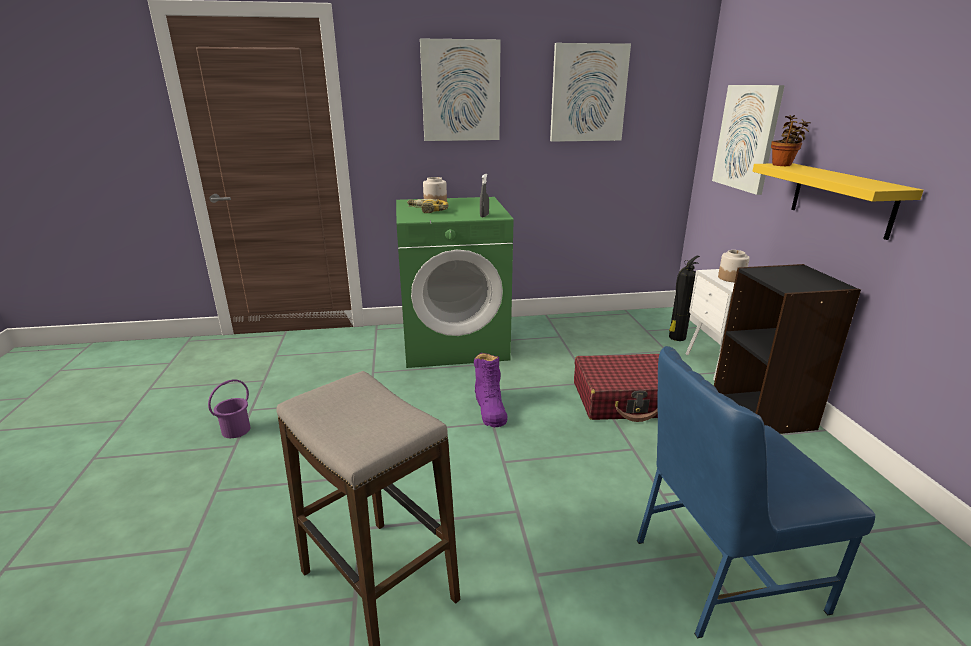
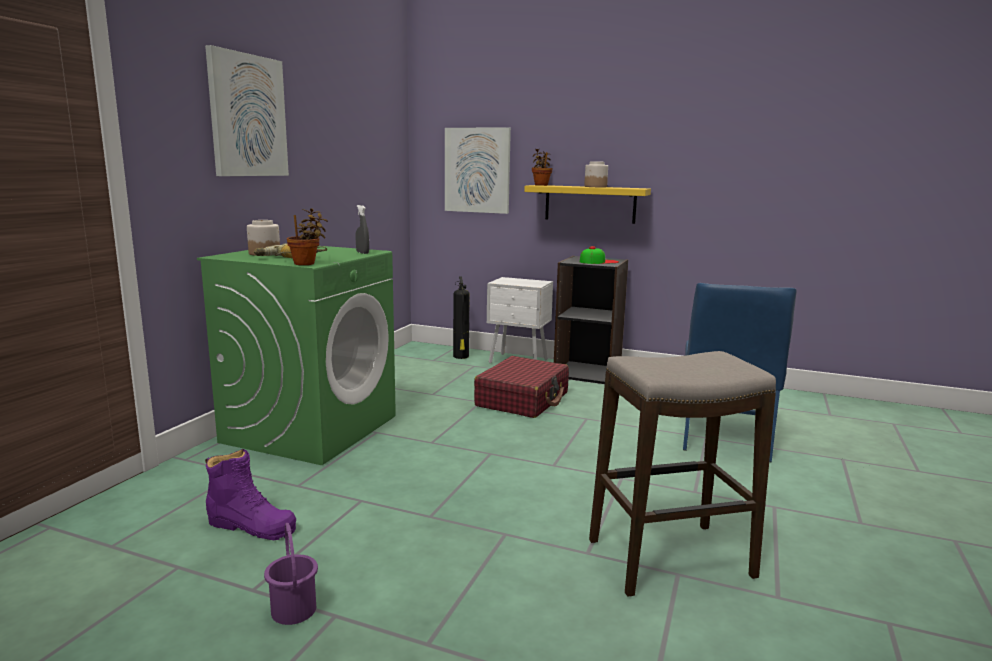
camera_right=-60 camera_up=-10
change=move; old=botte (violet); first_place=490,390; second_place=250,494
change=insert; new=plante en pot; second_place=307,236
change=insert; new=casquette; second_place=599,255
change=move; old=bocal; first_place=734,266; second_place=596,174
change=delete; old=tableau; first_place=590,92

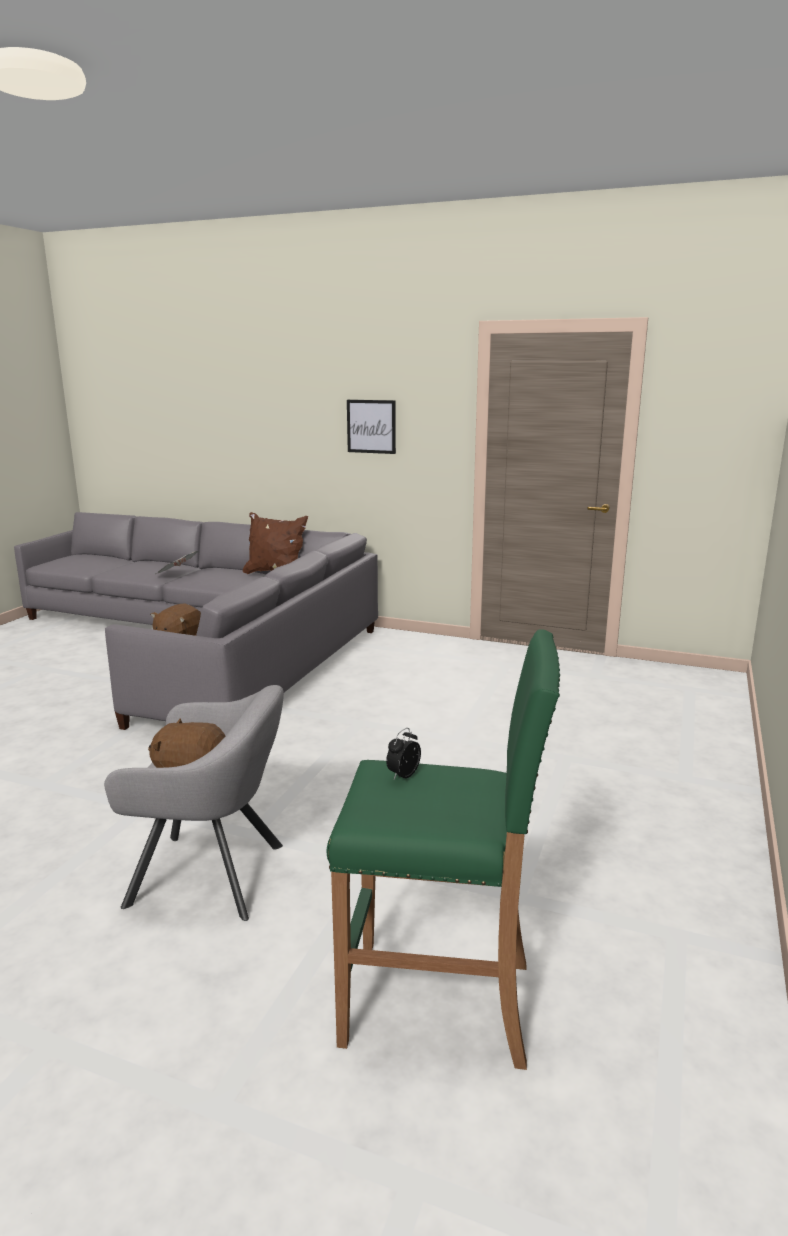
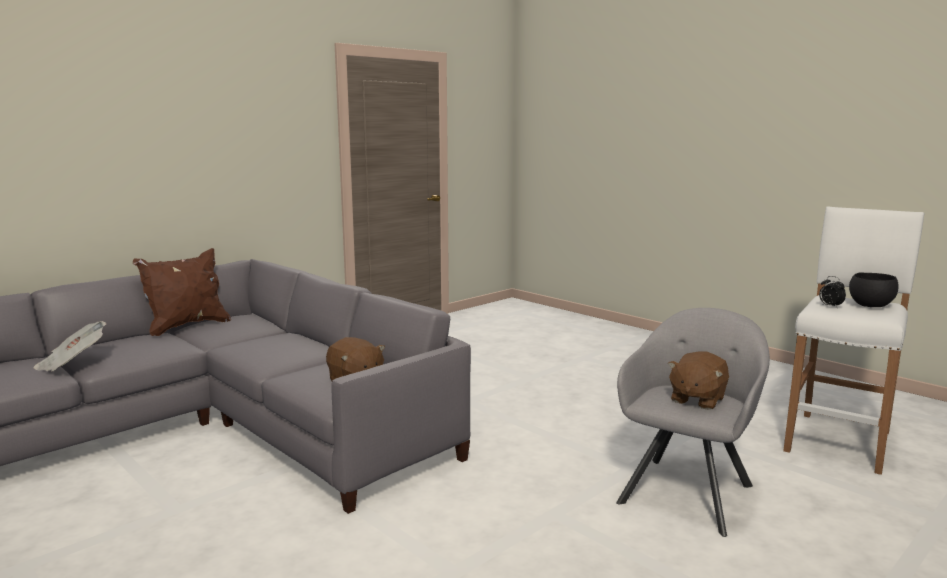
camera_right=-65 camera_up=-5
change=recolor; old=tabouret (vert); new=tabouret (blanc); first_place=443,849; second_place=853,340
change=insert; new=bol (noir); second_place=874,289
change=delete; old=tableau; first_place=371,427

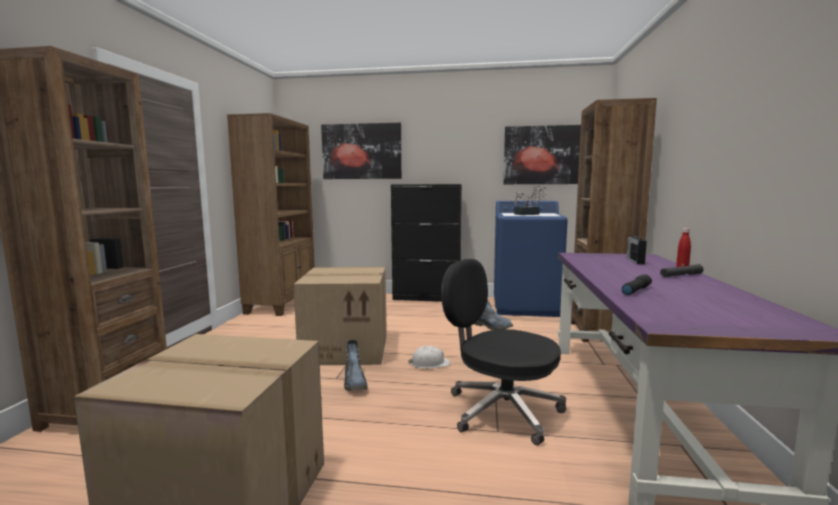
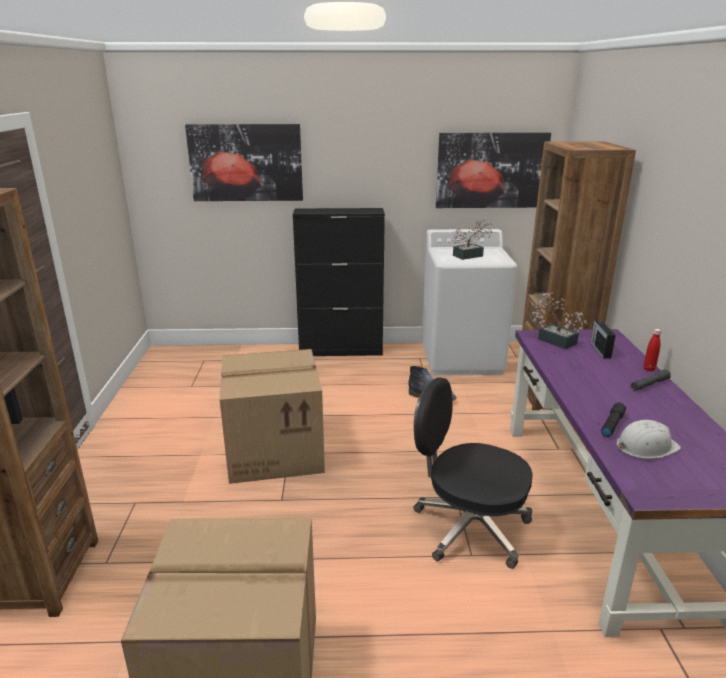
camera_right=-10 camera_up=15
change=recolor; old=lave-linge (bleu); new=lave-linge (blanc); first_place=531,259; second_place=469,302
change=insert; new=plante en pot; second_place=560,320
change=move; old=casque de chantier (blanc); first_place=429,357; second_place=649,439
change=delete; old=bibliothèque (marron); first_place=271,214
change=delete; old=botte; first_place=356,365

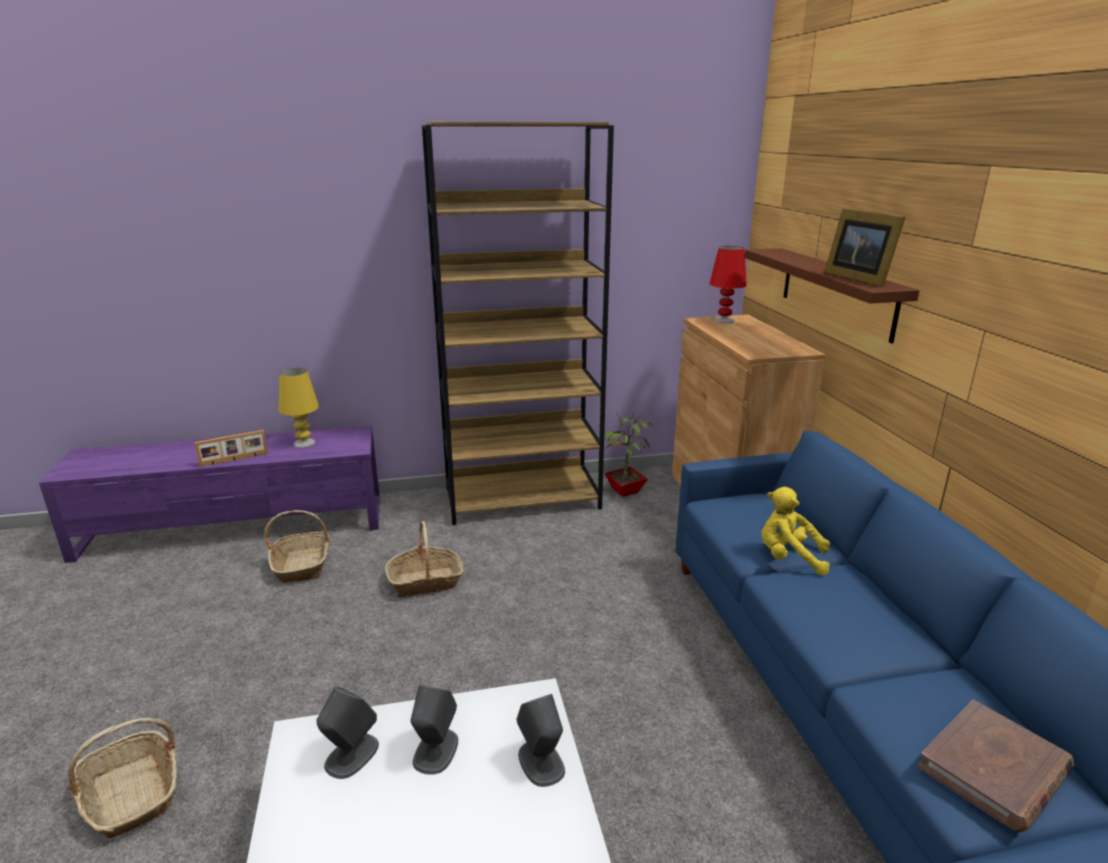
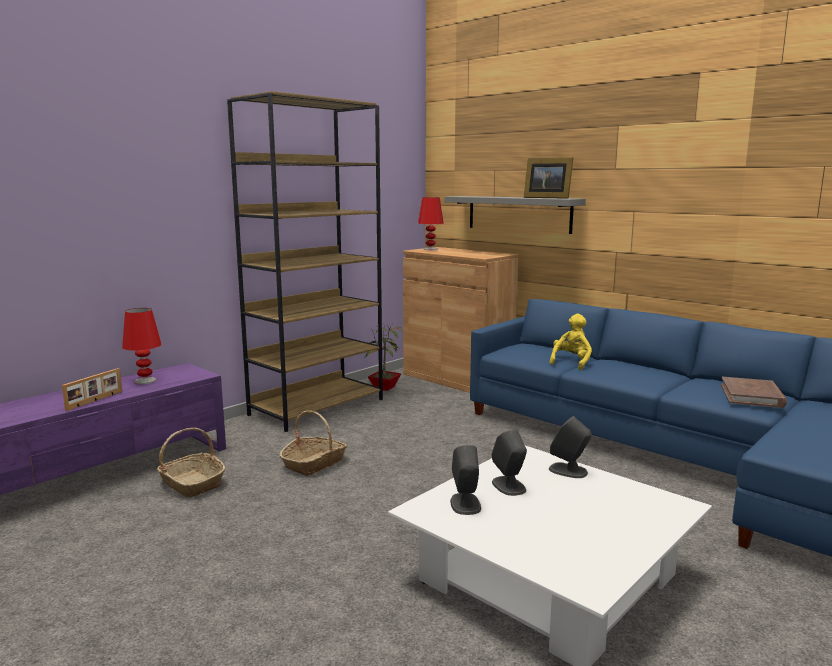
camera_right=-35 camera_up=-10
change=recolor; old=lampe de table (jaune); new=lampe de table (rouge); first_place=299,408; second_place=142,346
change=recolor; old=étagère (marron); new=étagère (gris); first_place=832,295; second_place=515,215
change=rotate; old=peluche (jaune); first_place=795,531; second_place=570,342; degrees=135
change=delete; old=panier; first_place=122,778

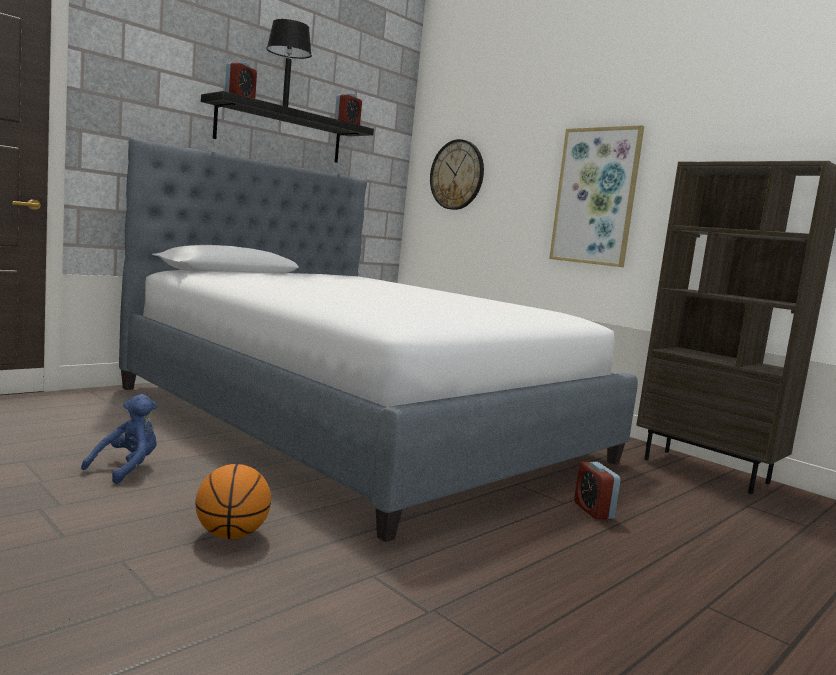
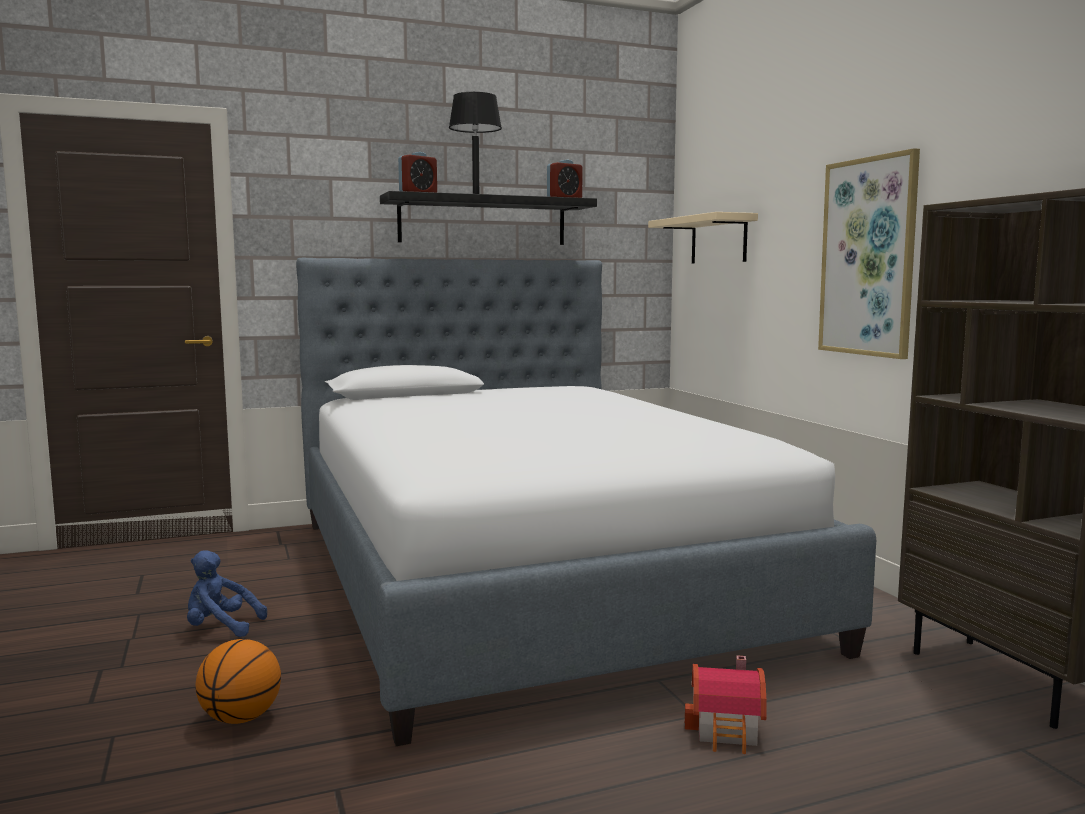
camera_right=25 camera_up=0
change=rotate; old=peluche (bleu); first_place=119,439; second_place=227,593; degrees=-135
change=replace; old=horloge murale; new=étagère (beige); first_place=457,174; second_place=703,238
change=replace; old=réveil; new=maison miniature; first_place=597,490; second_place=725,704

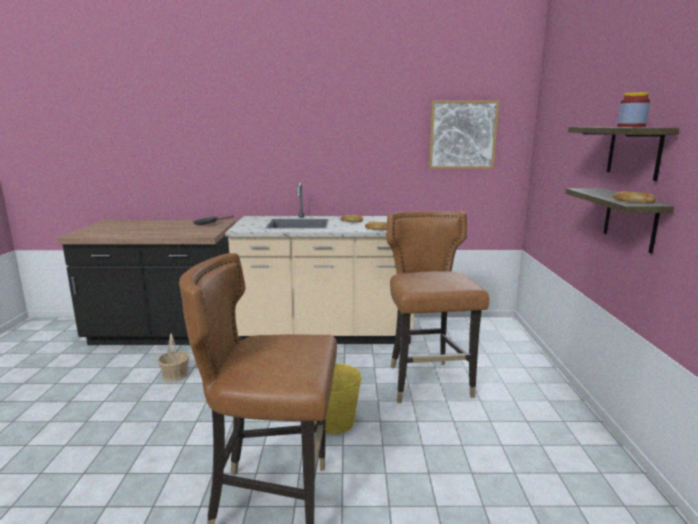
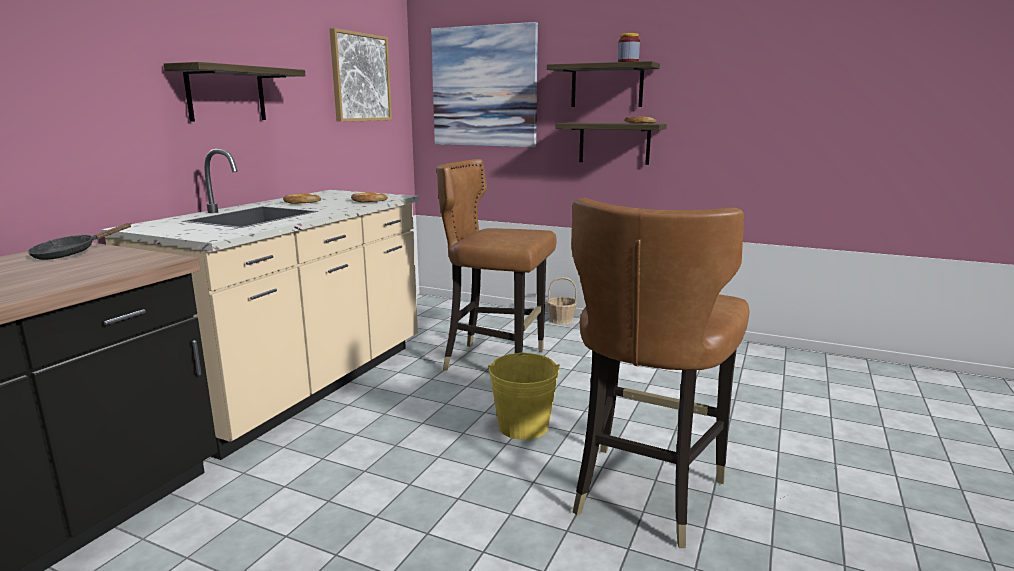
camera_right=-65 camera_up=0
change=insert; new=étagère; second_place=234,92
change=insert; new=tableau; second_place=484,84
change=move; old=panier; first_place=173,358; second_place=562,301

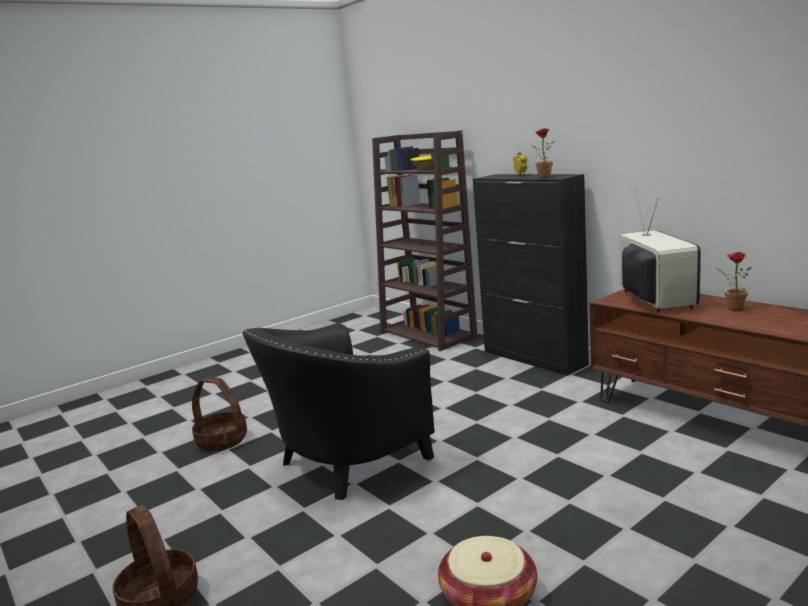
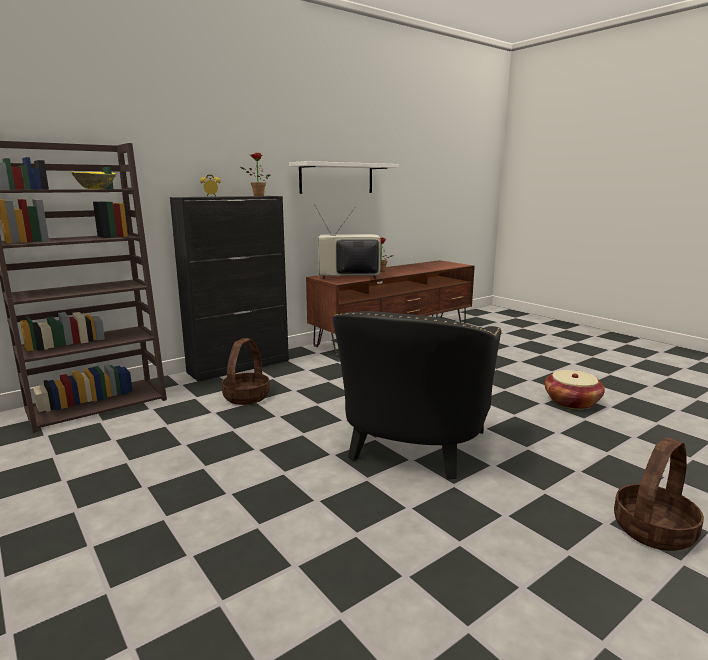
camera_right=-90 camera_up=0
change=move; old=panier; first_place=219,414; second_place=246,371
change=insert; new=étagère (blanc); second_place=344,177
change=rotate; old=fauteuil (noir); first_place=339,411; second_place=416,395; degrees=60

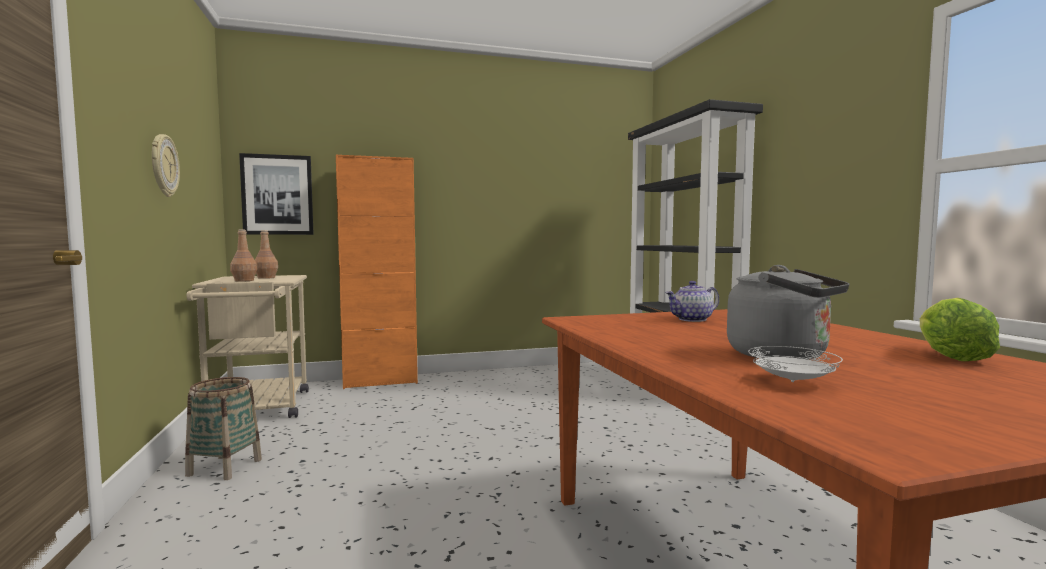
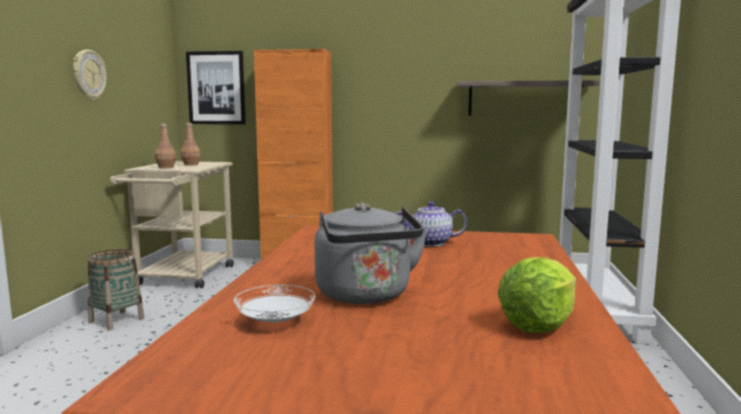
camera_right=25 camera_up=5
change=insert; new=étagère; second_place=528,97

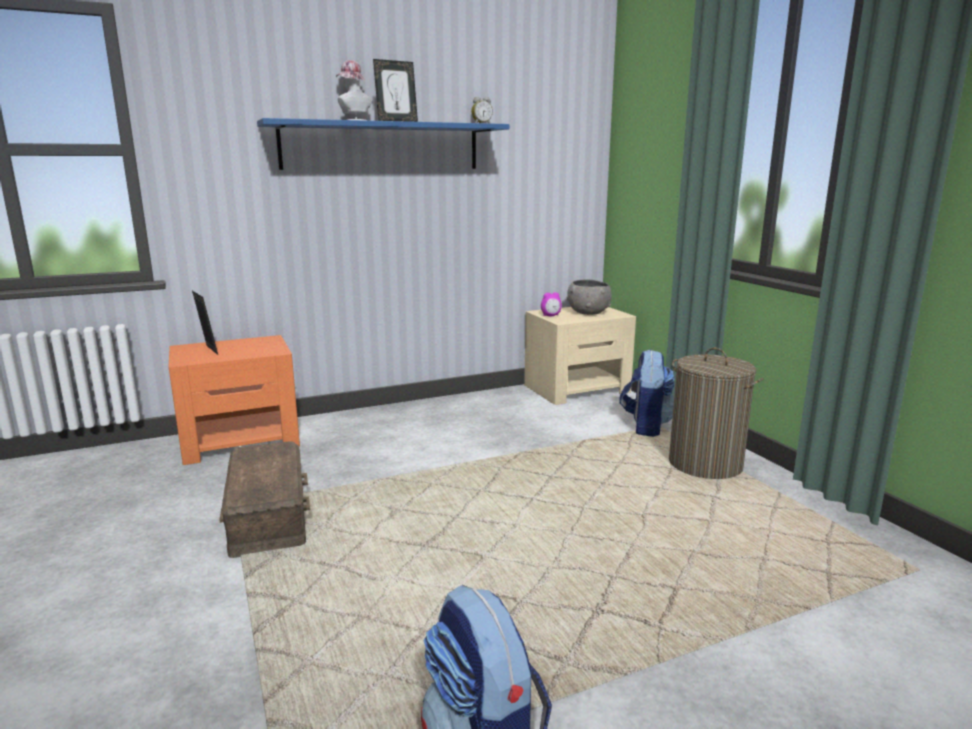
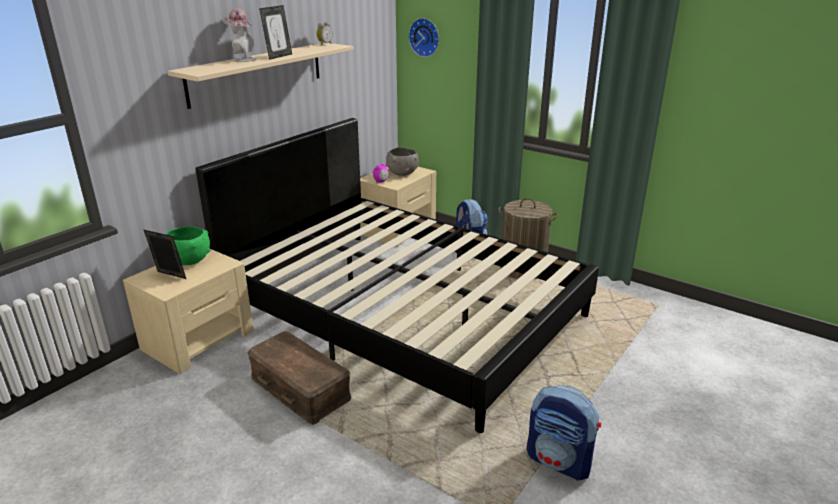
camera_right=-30 camera_up=10
change=recolor; old=table de chevet (orange); new=table de chevet (beige); first_place=234,400; second_place=188,311
change=insert; new=bol (vert); second_place=187,245
change=recolor; old=étagère (bleu); new=étagère (beige); first_place=383,144; second_place=261,76
change=insert; new=lit (noir); second_place=397,275
change=insert; new=horloge murale; second_place=424,37

